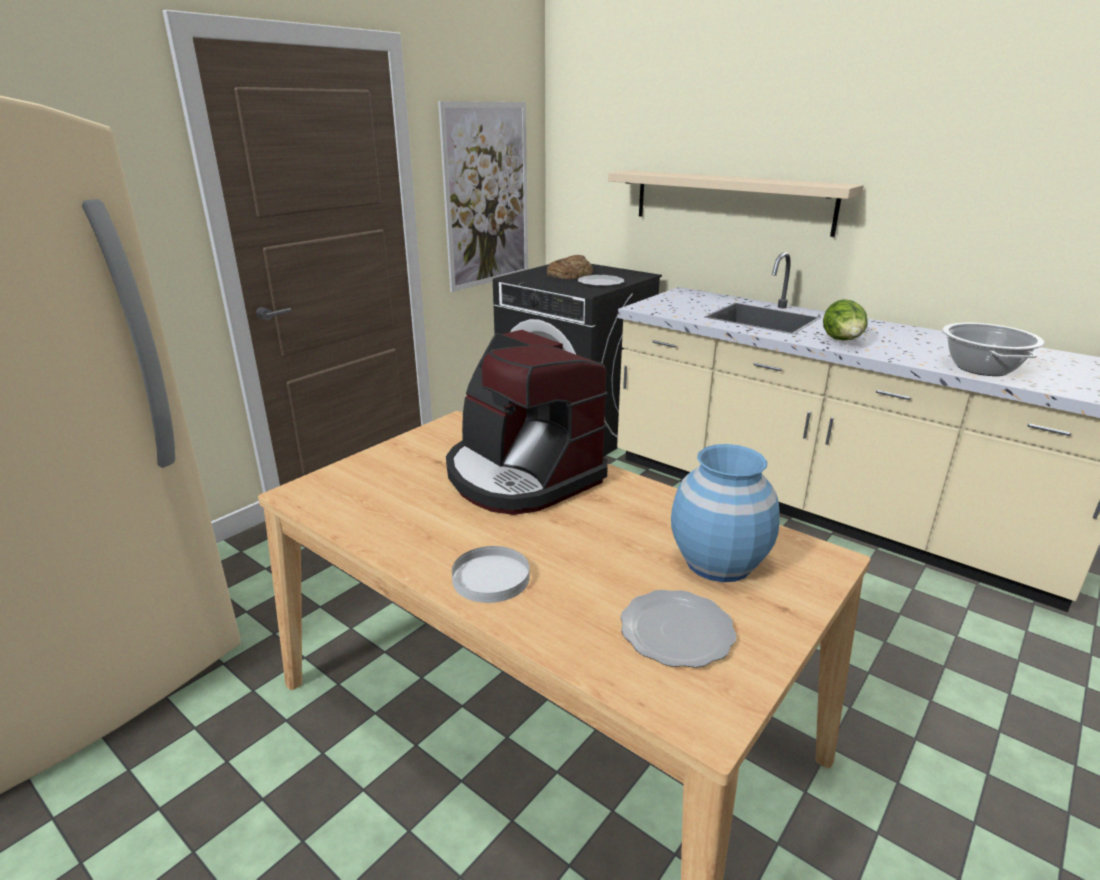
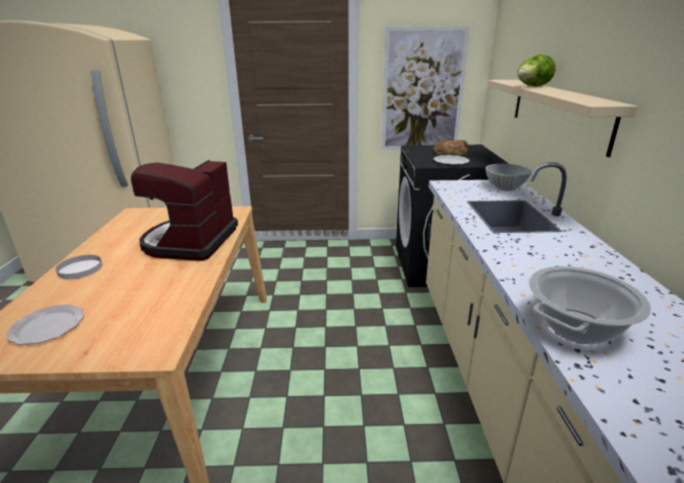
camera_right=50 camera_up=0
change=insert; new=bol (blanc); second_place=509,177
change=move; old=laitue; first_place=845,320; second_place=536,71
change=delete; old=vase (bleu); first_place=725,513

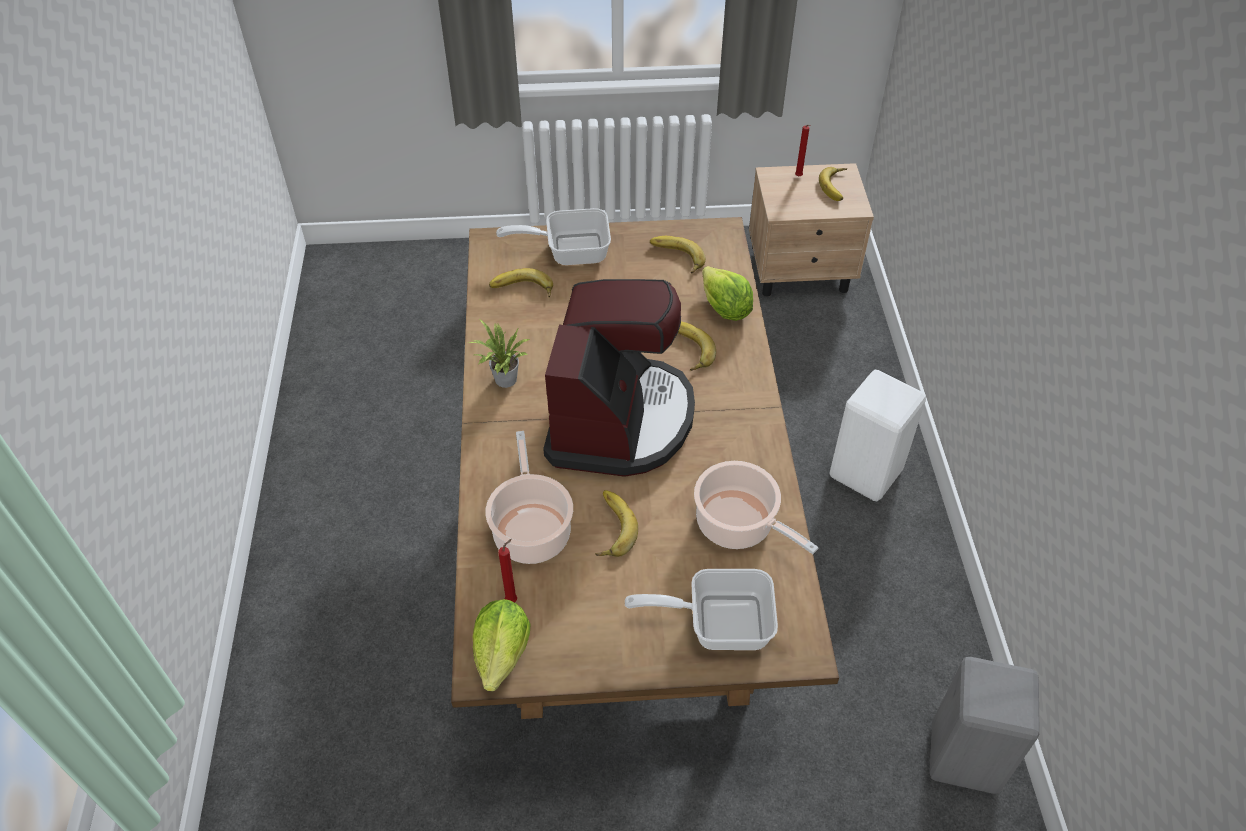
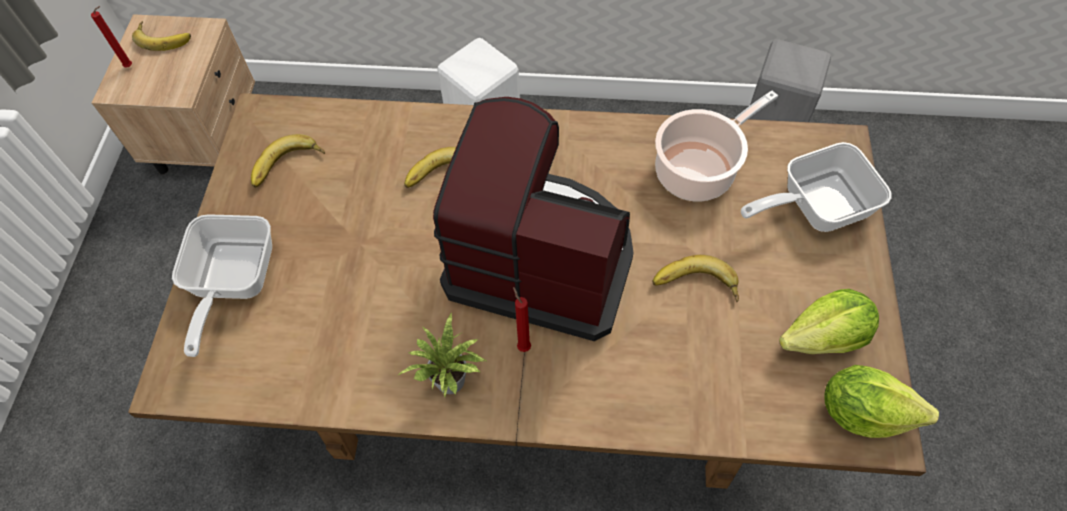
camera_right=-80 camera_up=10
change=move; old=bougie (rouge); first_place=507,570; second_place=522,319
change=rotate; old=poêle; first_place=701,609; second_place=816,187; degrees=60
change=move; old=laitue; first_place=727,293; second_place=829,321
change=delete; old=marmite; first_place=529,497
change=delete; old=banane; first_place=521,282

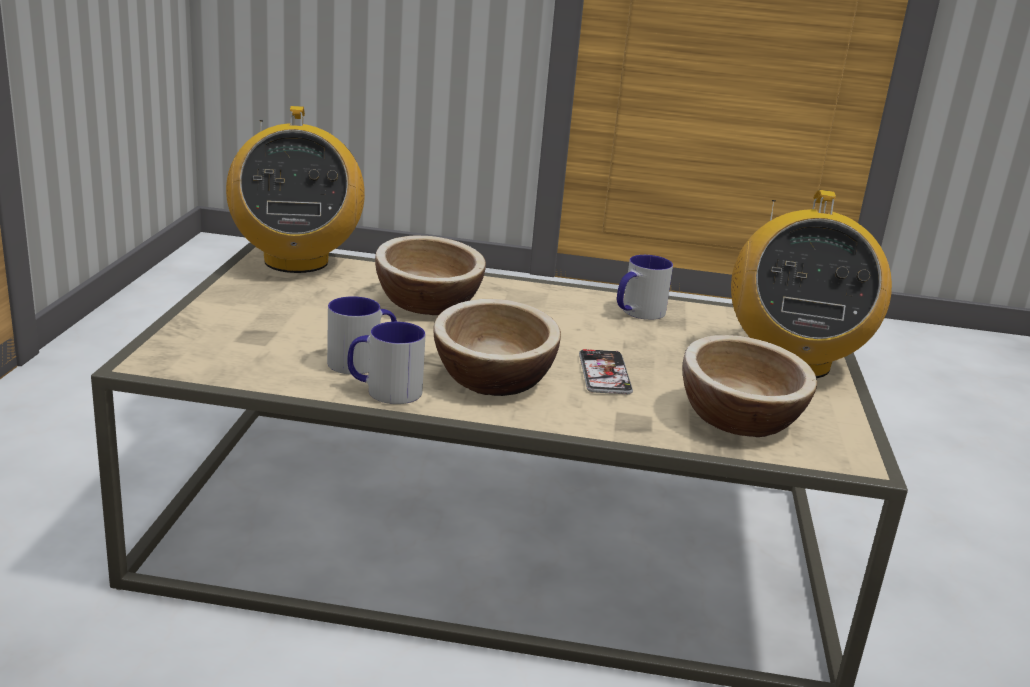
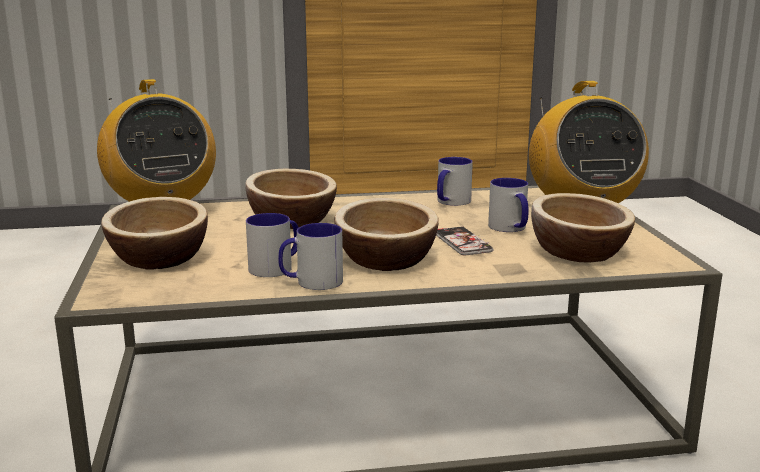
camera_right=-15 camera_up=-5
change=insert; new=bol; second_place=154,233
change=insert; new=mug; second_place=508,205

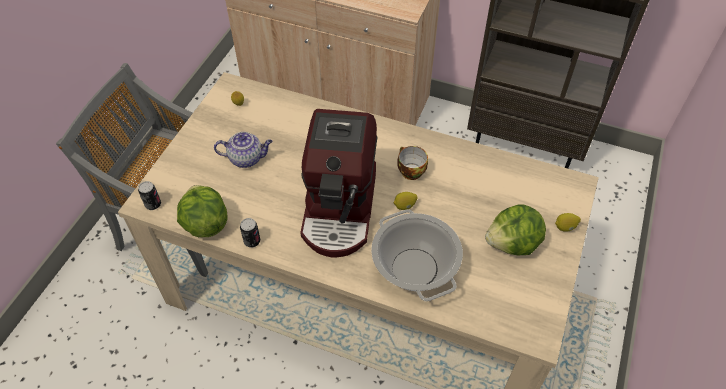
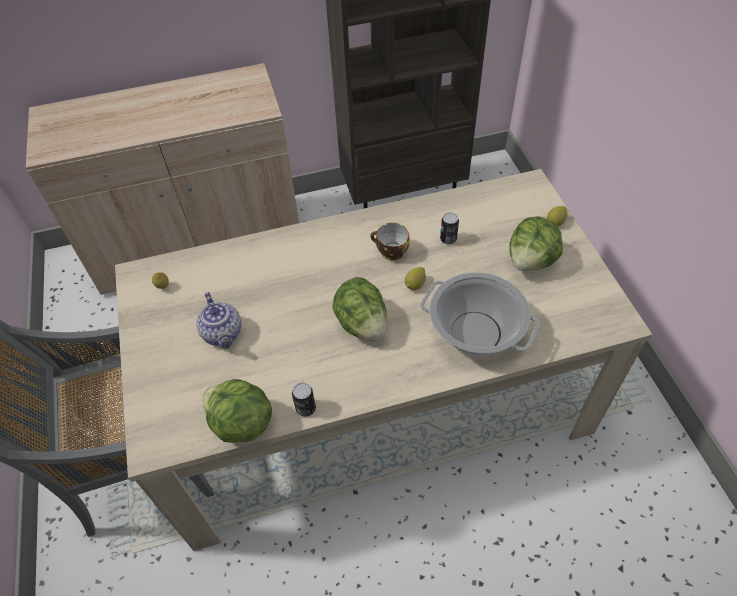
camera_right=-35 camera_up=0
change=rotate; old=théière; first_place=243,150; second_place=218,320; degrees=105
change=replace; old=machine à café; new=laitue; first_place=338,183; second_place=359,309
change=move; old=boîte métallique; first_place=149,195; second_place=449,228

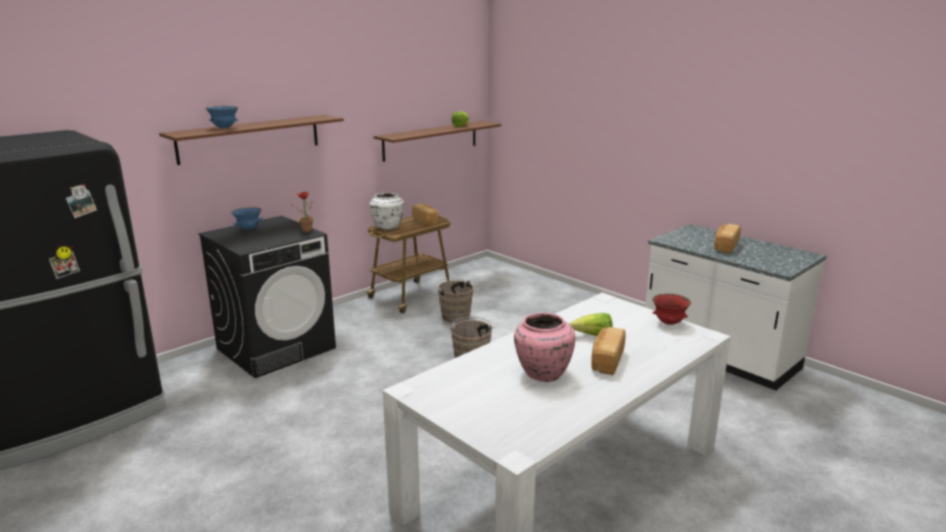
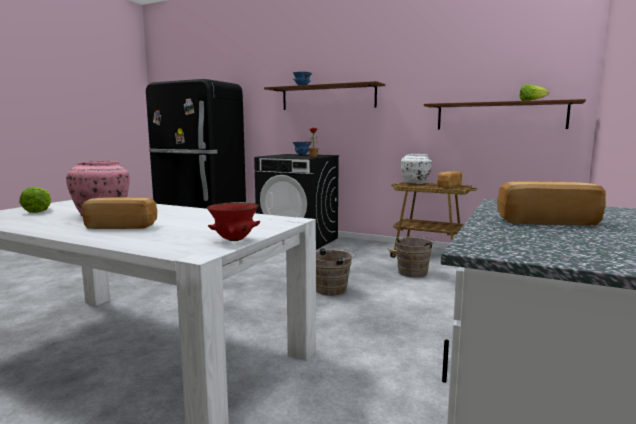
camera_right=70 camera_up=-10
change=move; old=laitue; first_place=590,324; second_place=35,200

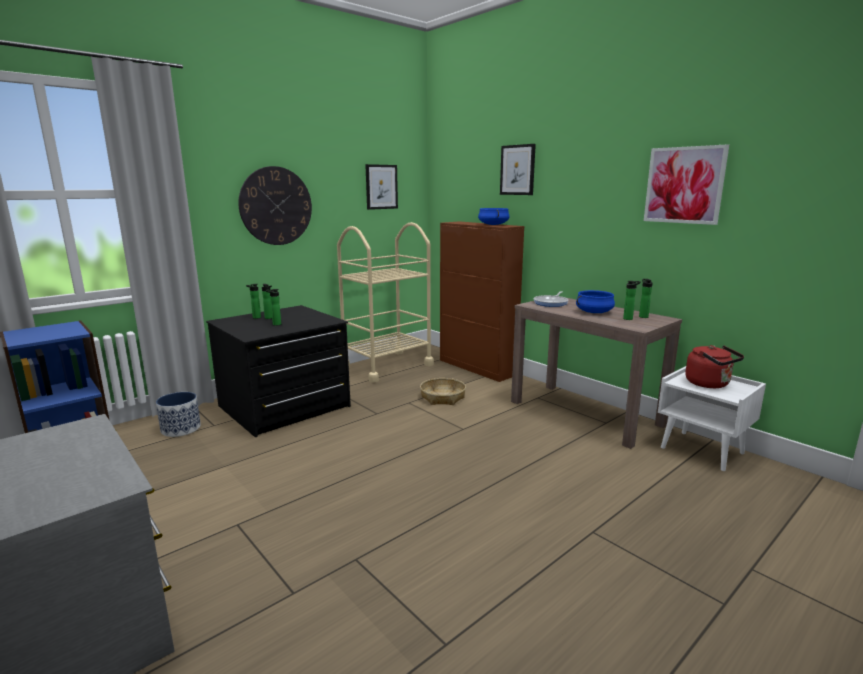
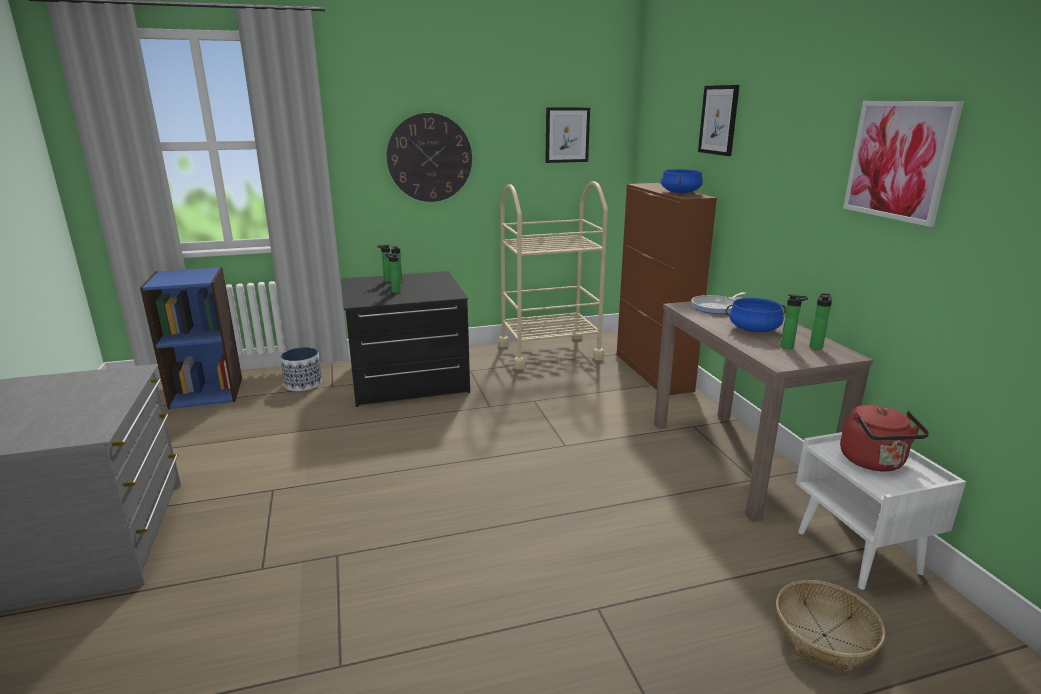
camera_right=25 camera_up=5
change=move; old=panier; first_place=443,391; second_place=830,626

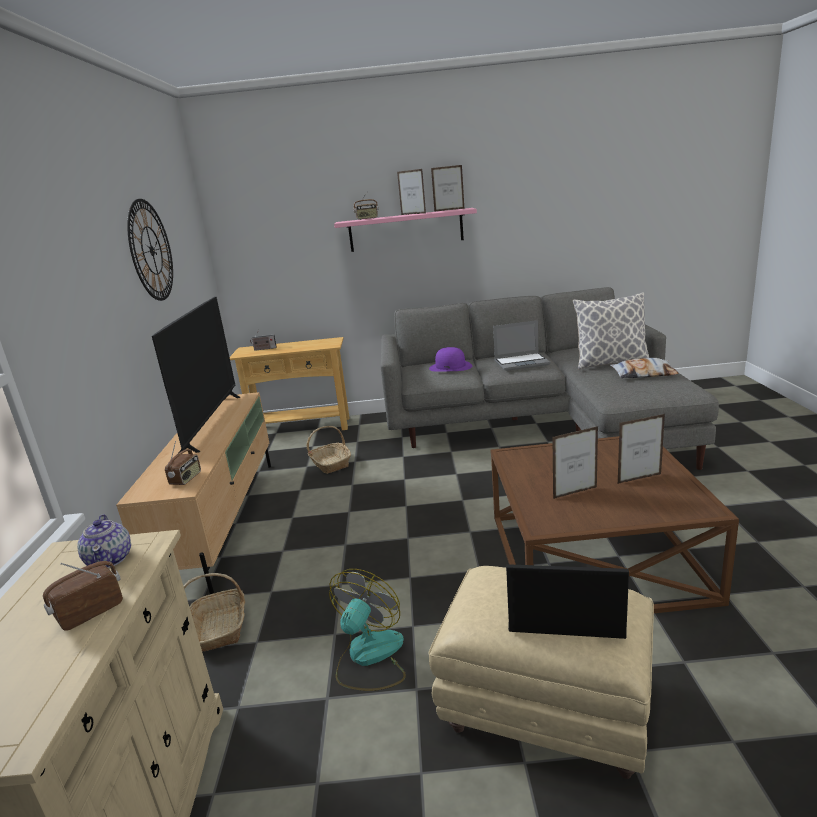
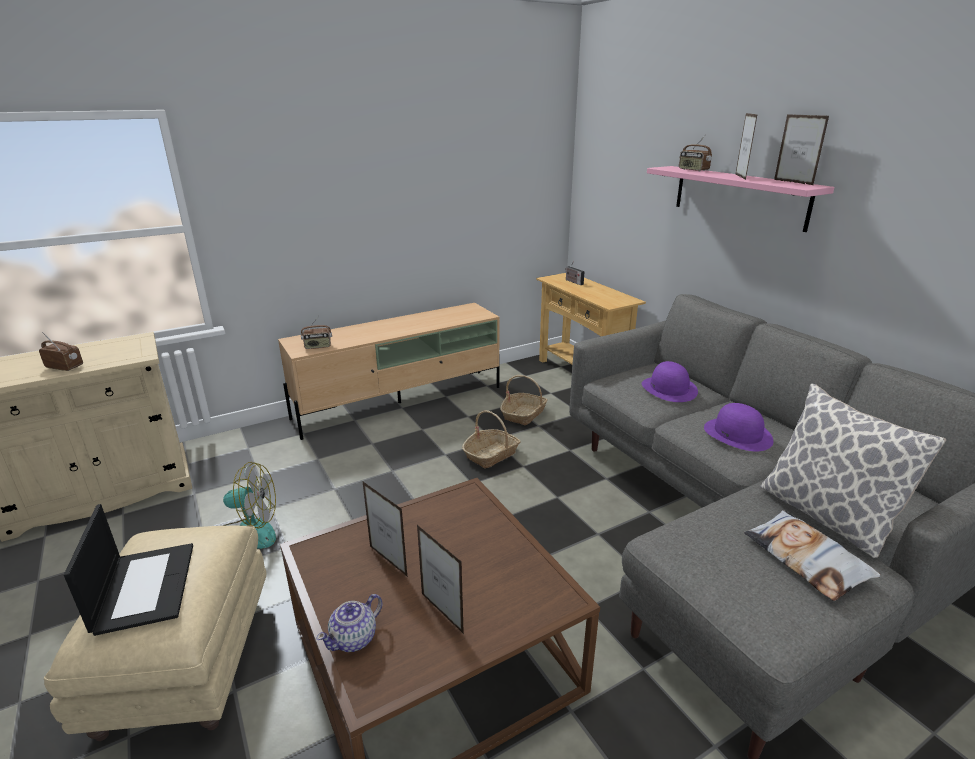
camera_right=60 camera_up=5
change=move; old=théière; first_place=104,541; second_place=349,623
change=move; old=panier; first_place=214,612; second_place=491,439
change=replace; old=ordinateur portable; new=chapeau (violet); first_place=521,345; second_place=738,427
change=delete; old=horloge murale; first_place=150,250
change=delete; old=téléviseur; first_place=196,375

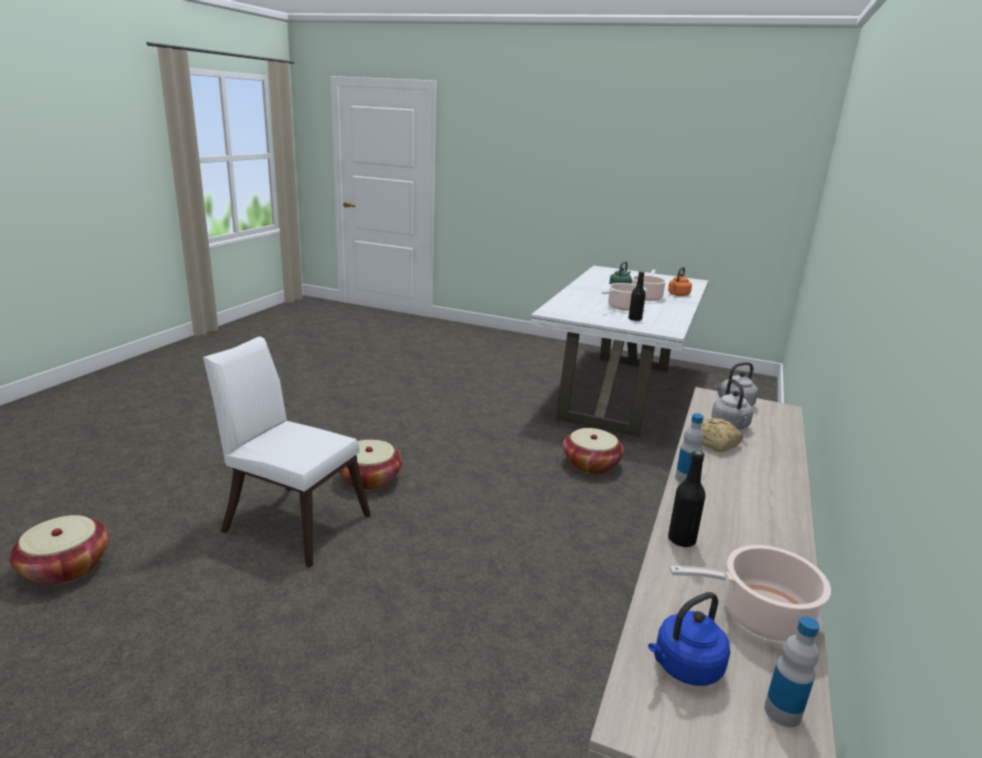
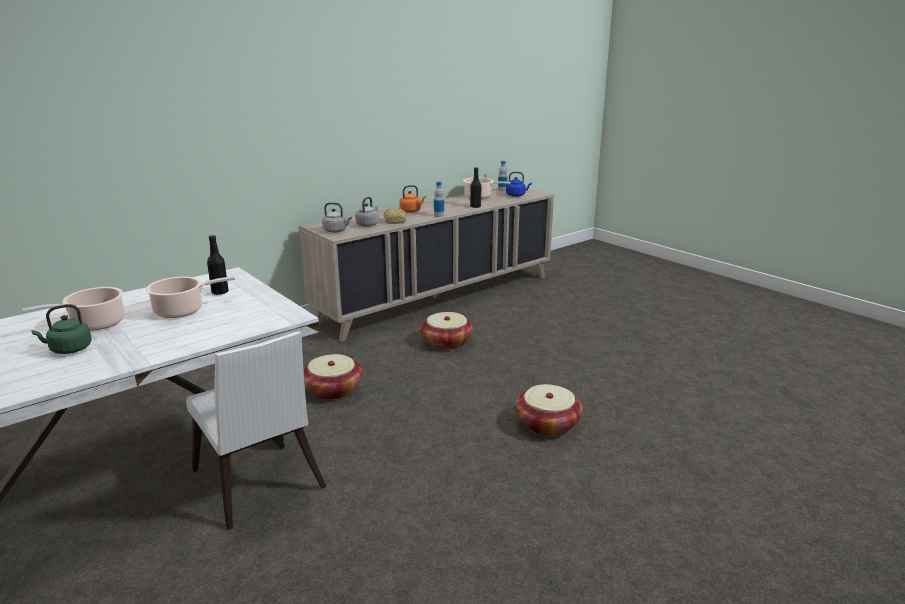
camera_right=-150 camera_up=0
change=move; old=chaise (blanc); first_place=287,452; second_place=256,430
change=move; old=bouilloire (orange); first_place=680,281; second_place=412,199
change=move; old=panier; first_place=59,550; second_place=447,331

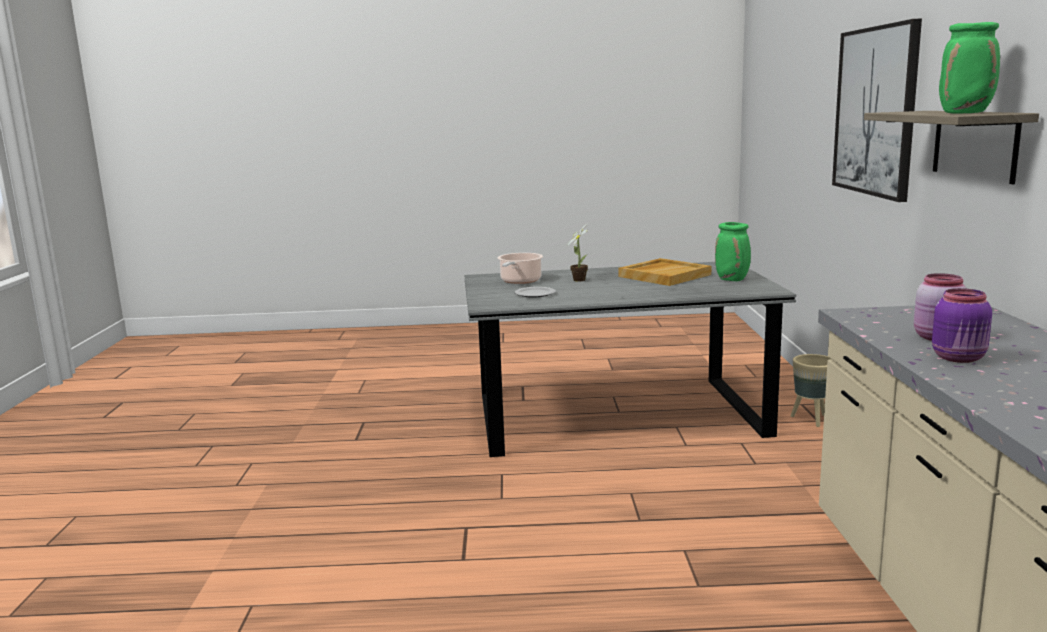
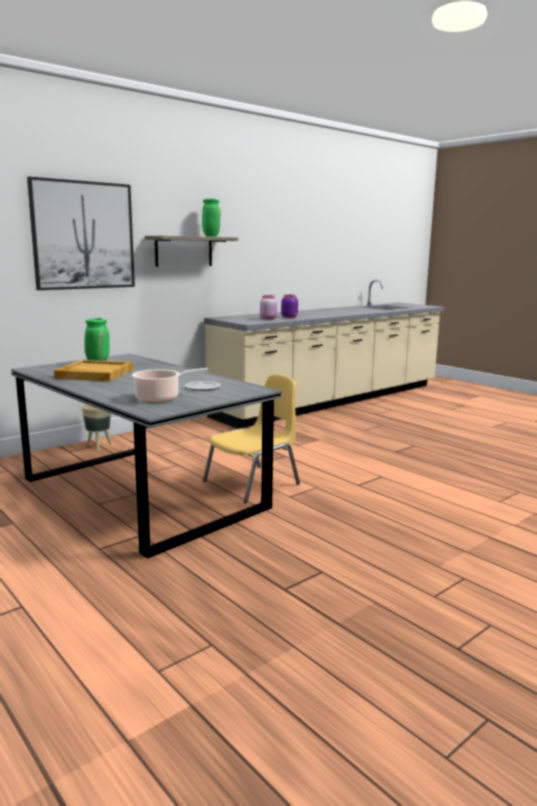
camera_right=-130 camera_up=0
change=insert; new=chaise (jaune); second_place=251,438
change=delete; old=plante en pot; first_place=577,252

